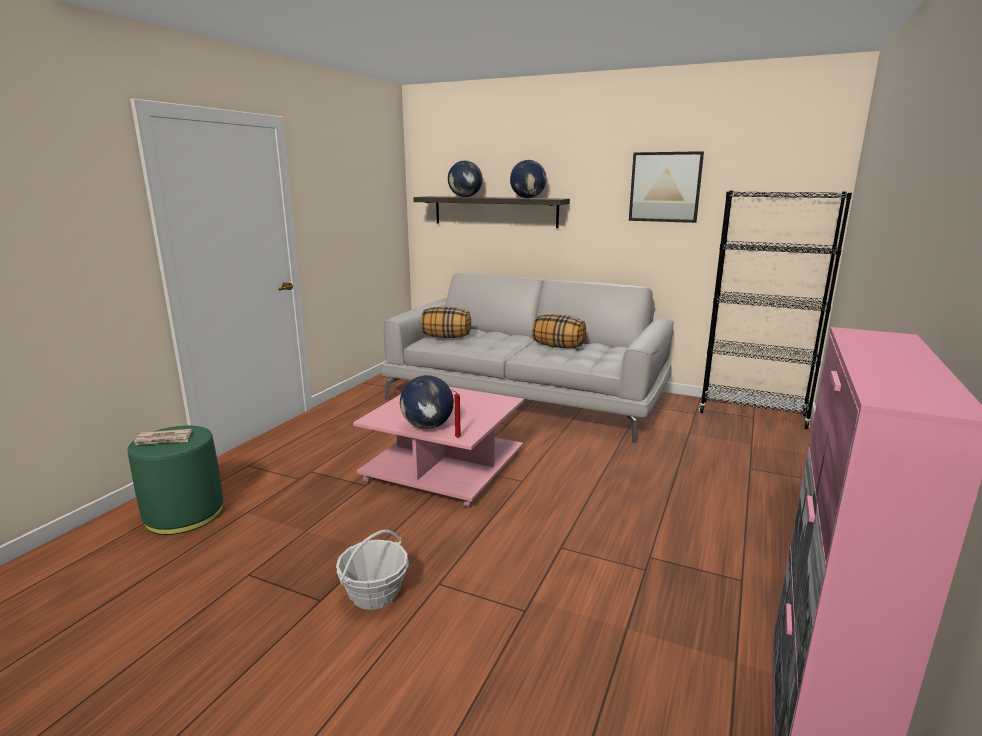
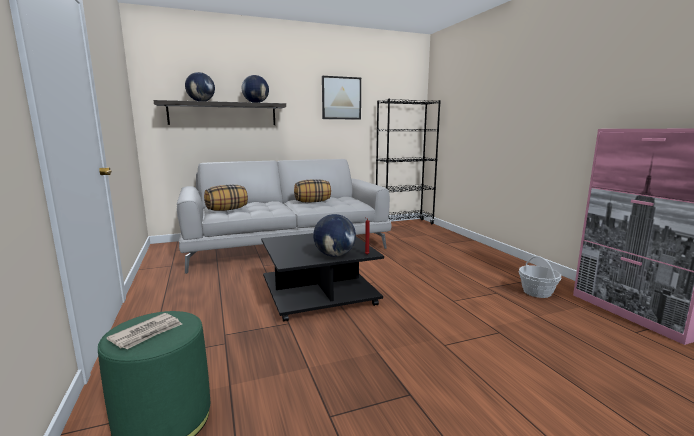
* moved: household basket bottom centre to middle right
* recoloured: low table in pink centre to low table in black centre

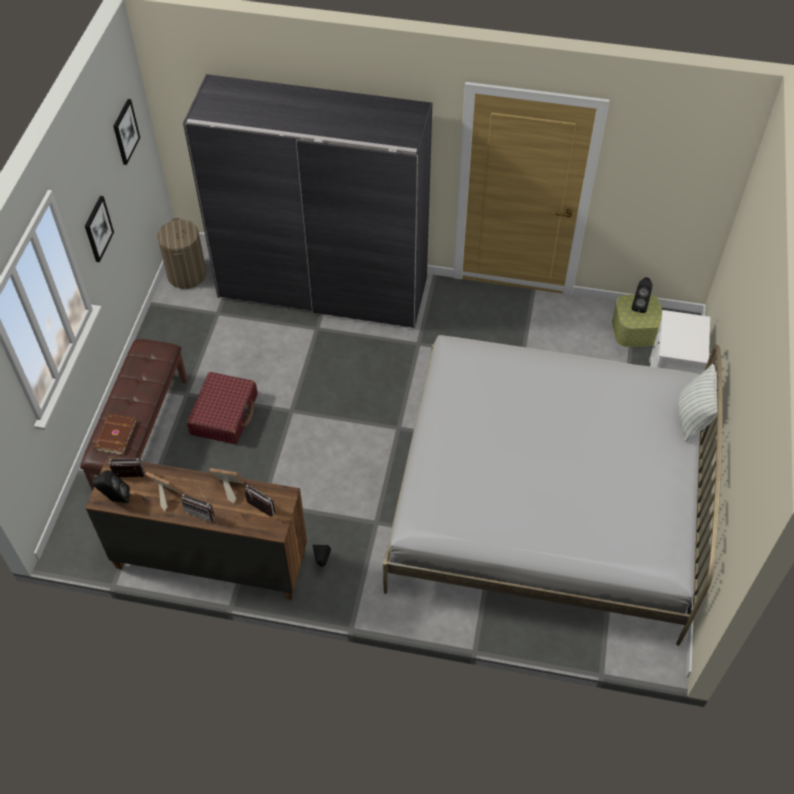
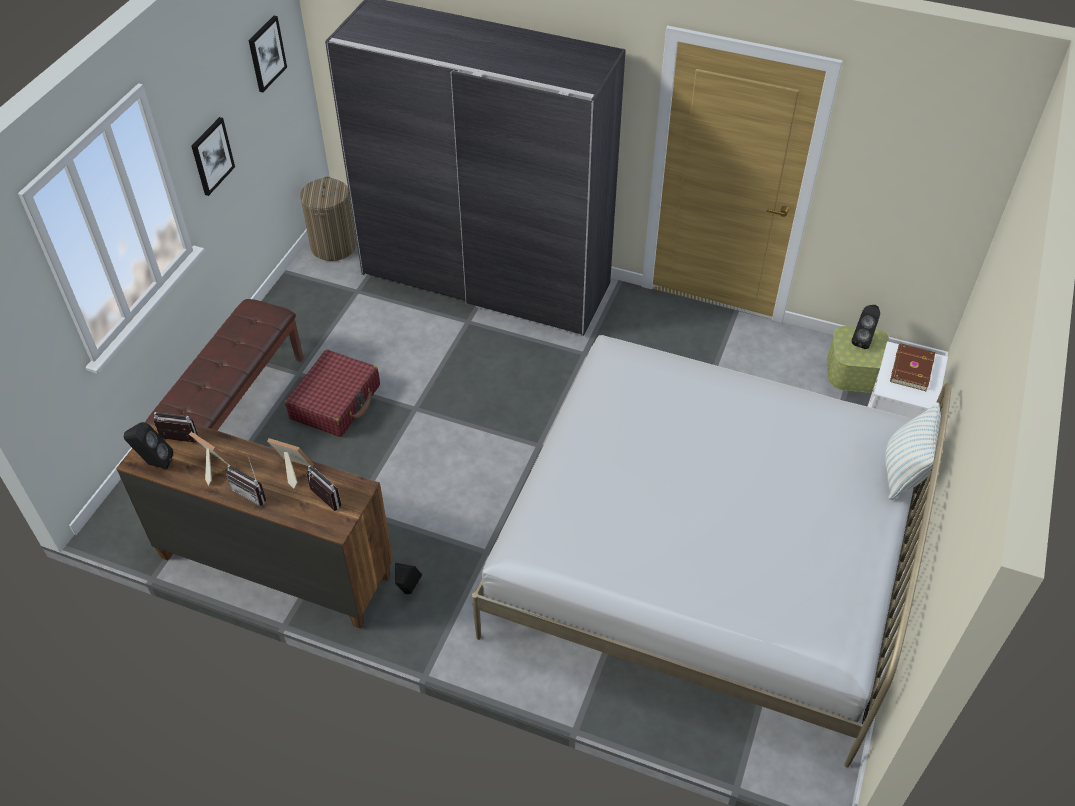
* moved: volume in brown middle left to middle right

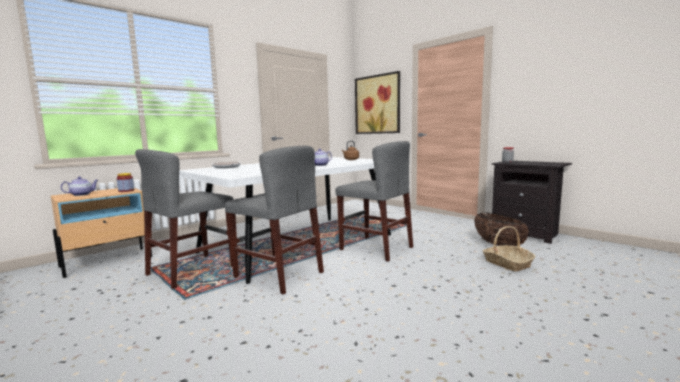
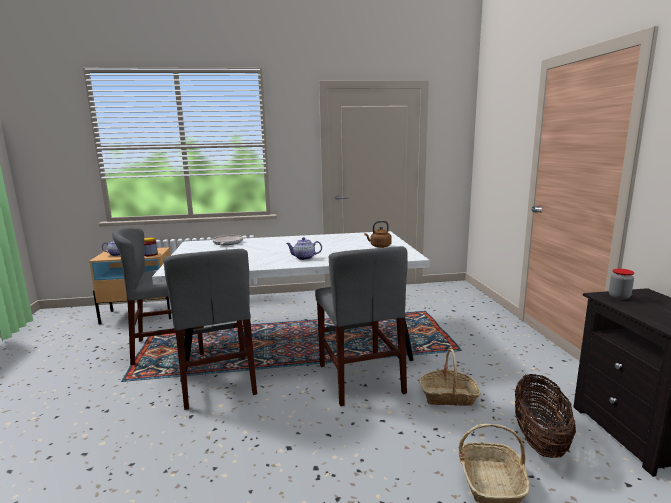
* removed: wall picture top centre
* added: household basket (1st from left) bottom right

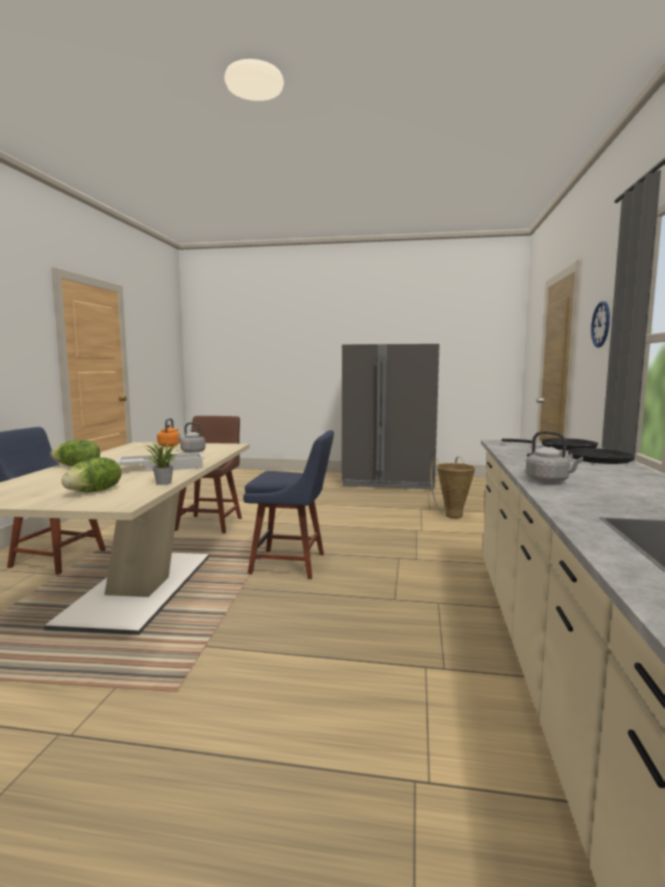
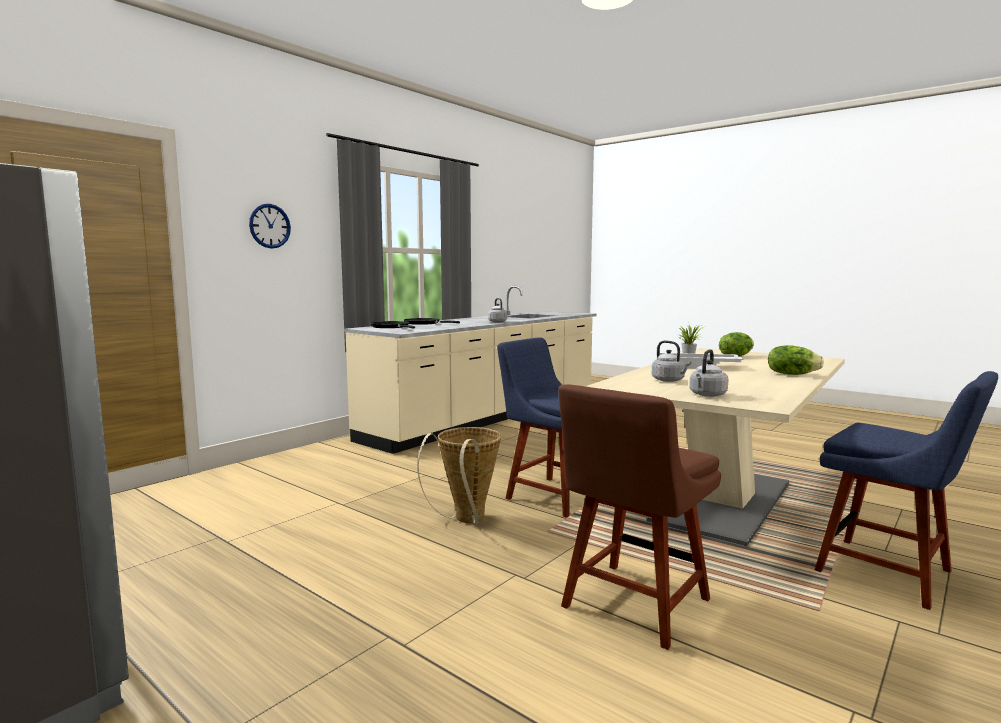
* recoloured: water kettle in orangey middle left to water kettle in greyish (3rd from left) middle right
* moved: household basket middle right to centre

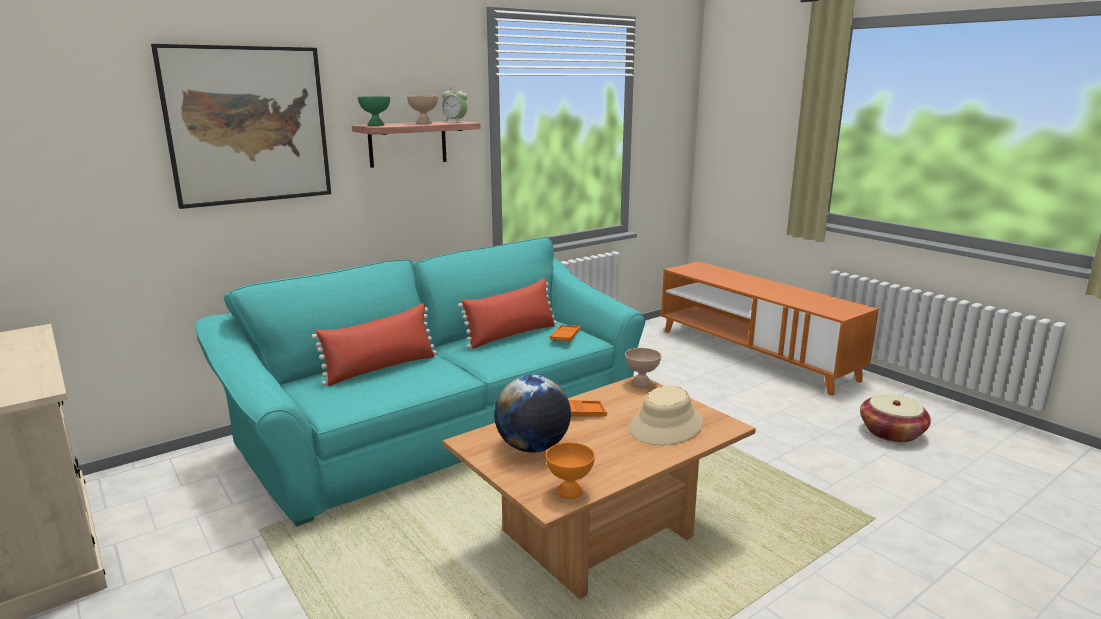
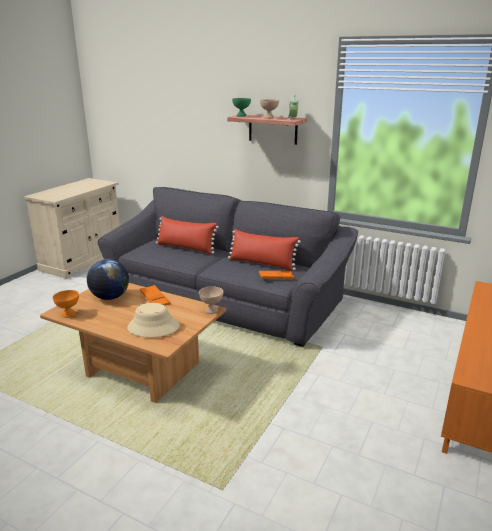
* removed: wall picture top left
* recoloured: sofa in blue-green centre to sofa in greyish centre
* removed: household basket bottom right

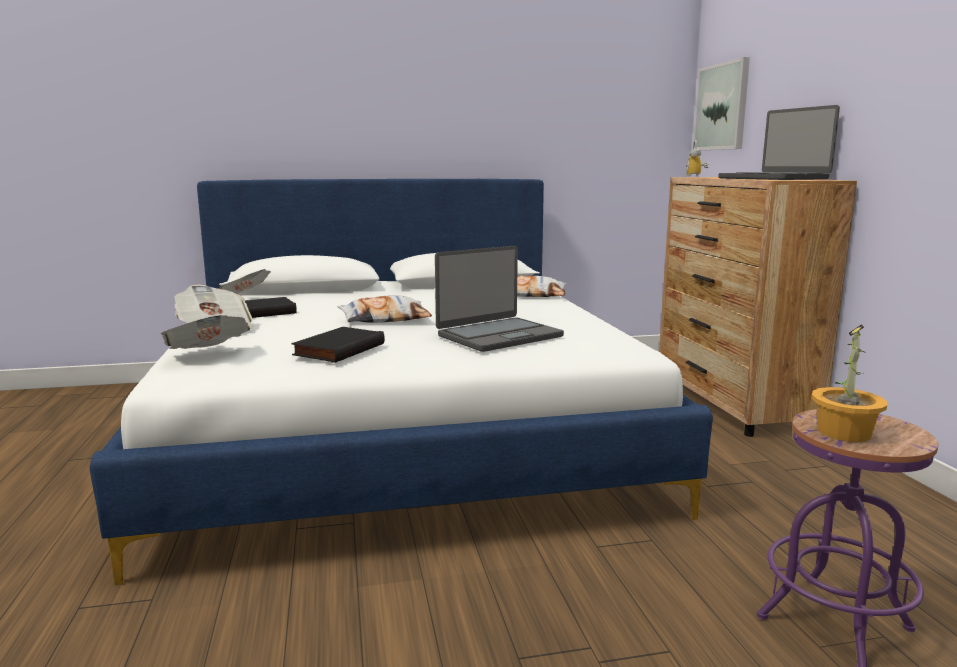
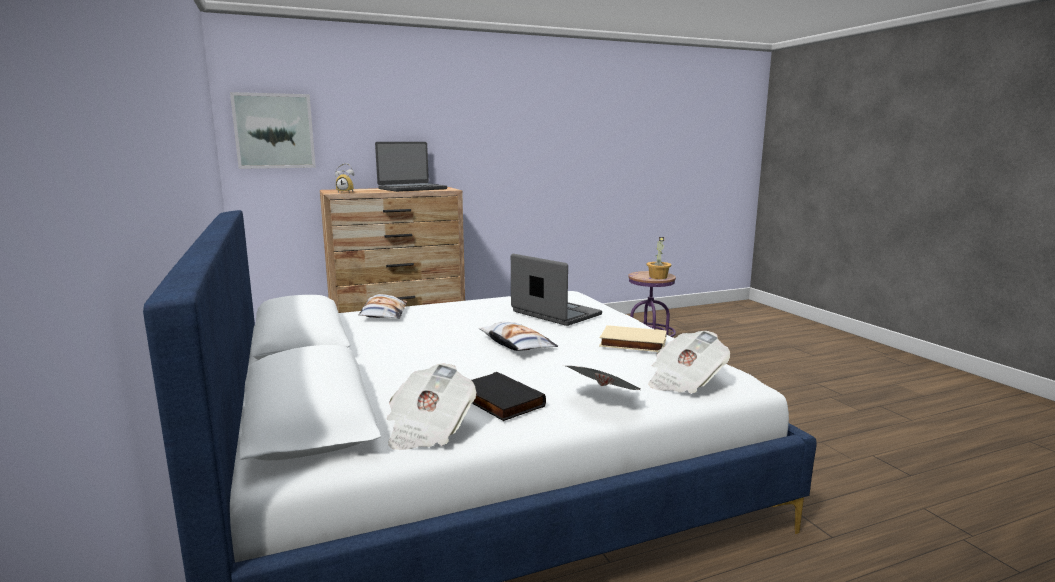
* recoloured: volume in black (2nd from left) centre to volume in beige centre

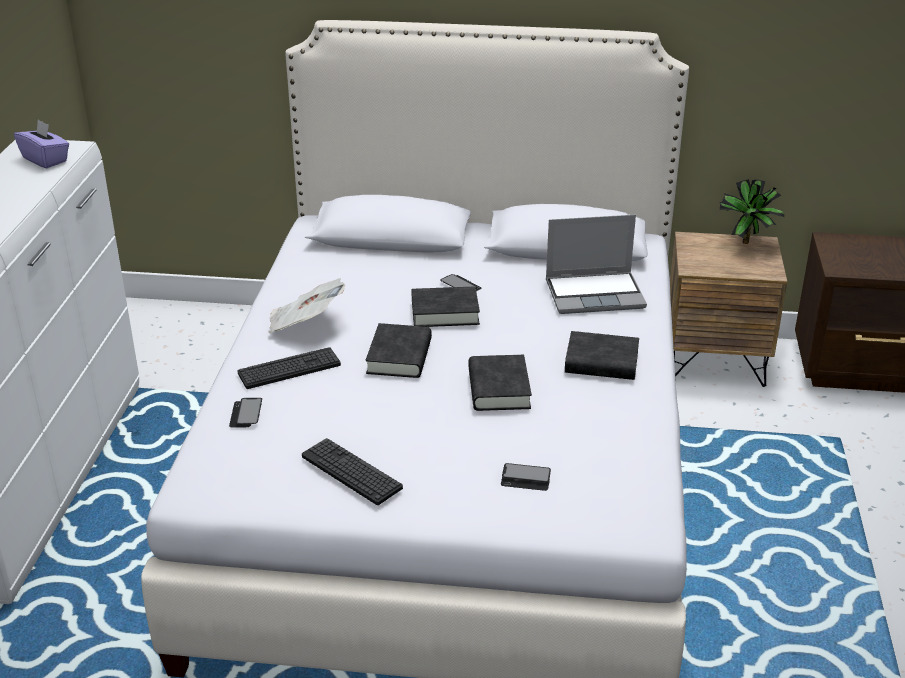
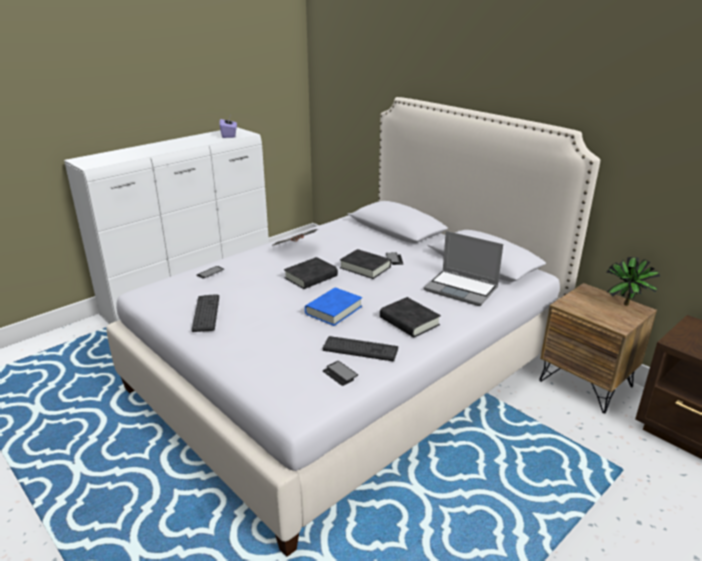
* moved: computer keyboard (1st from left in the first image) middle left to computer keyboard (2nd from left) centre
* recoloured: volume in black (3rd from left) centre to volume in blue-coloured centre
* moved: telephone (3rd from left in the first image) bottom centre to telephone (2nd from left) centre

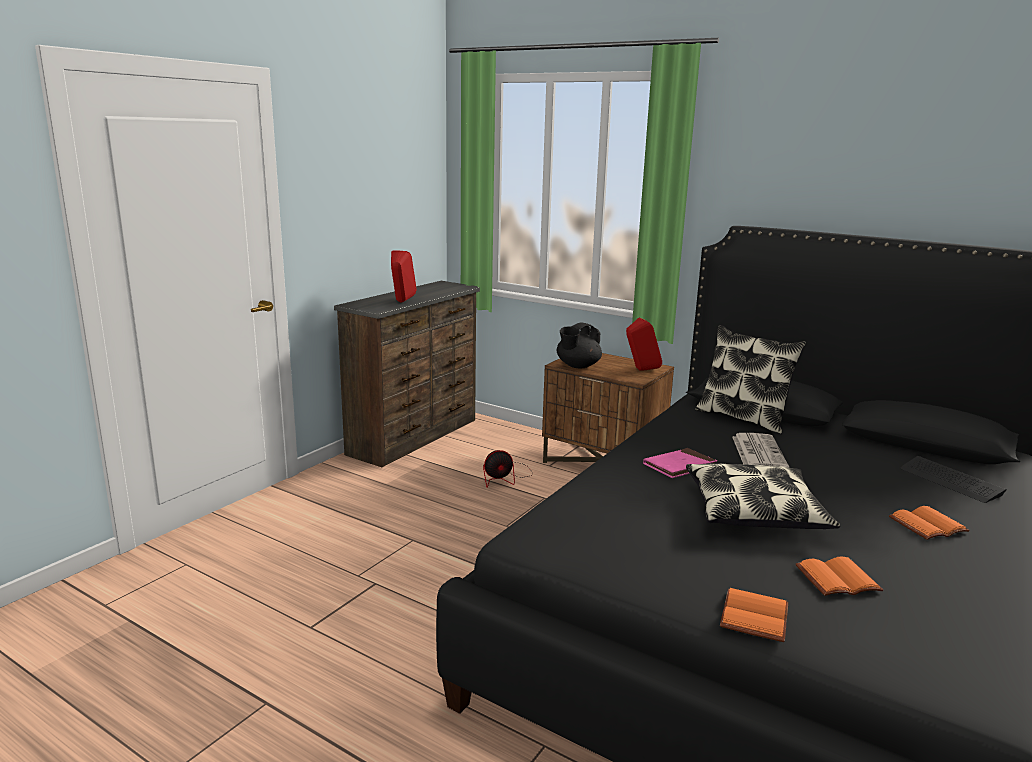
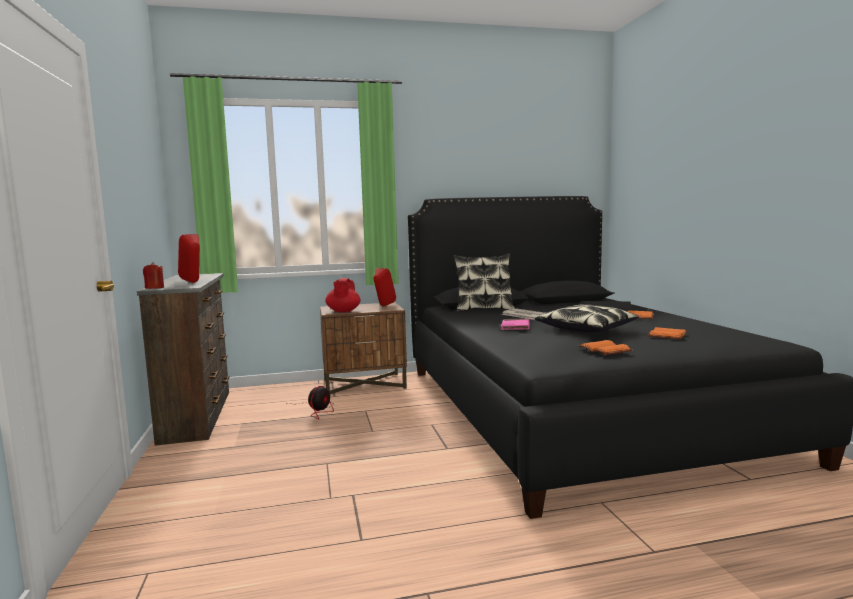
* recoloured: teapot in black centre to teapot in red centre
* moved: volume in orangey (1st from left) bottom right to middle right
* added: wax candle in red middle left

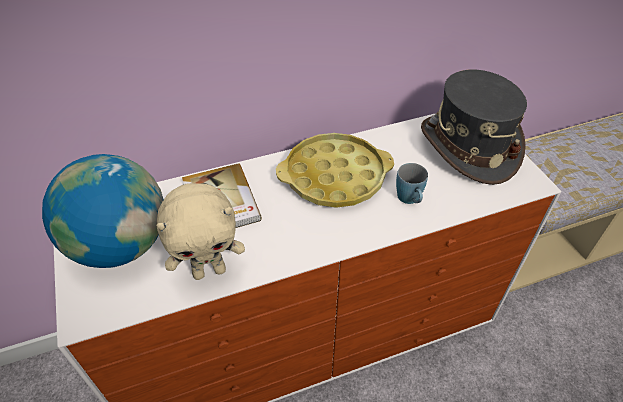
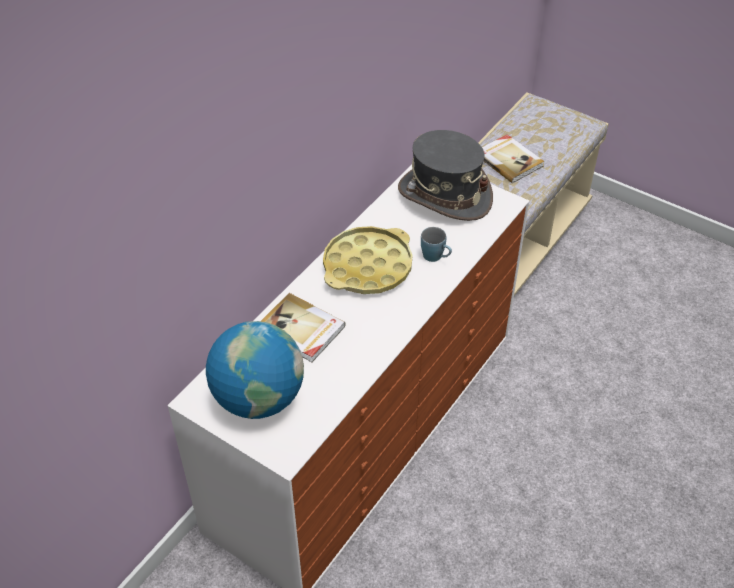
* removed: cuddly toy in beige middle left
* added: volume (2nd from left) top right

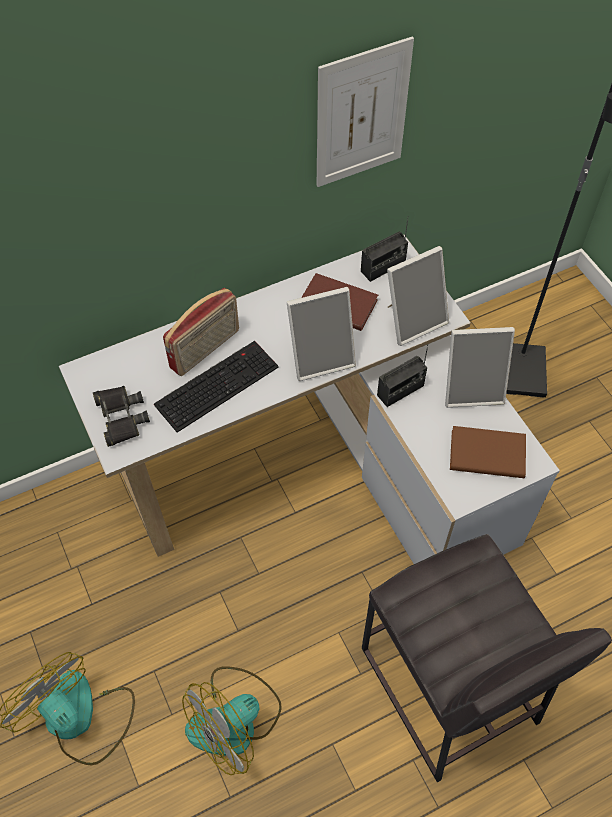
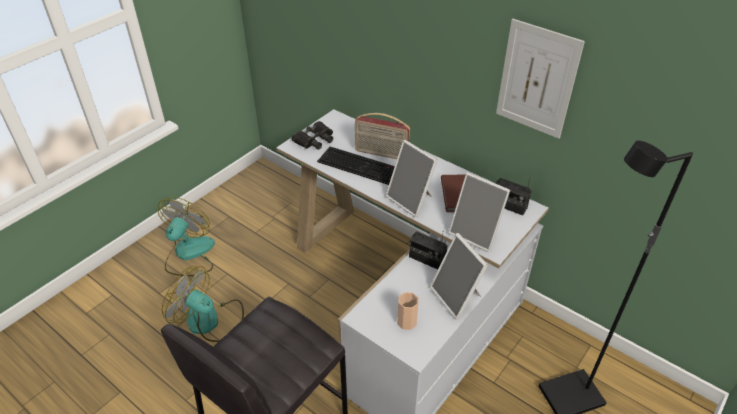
* replaced: volume in brown (2nd from left) middle right to drinking cup bottom centre

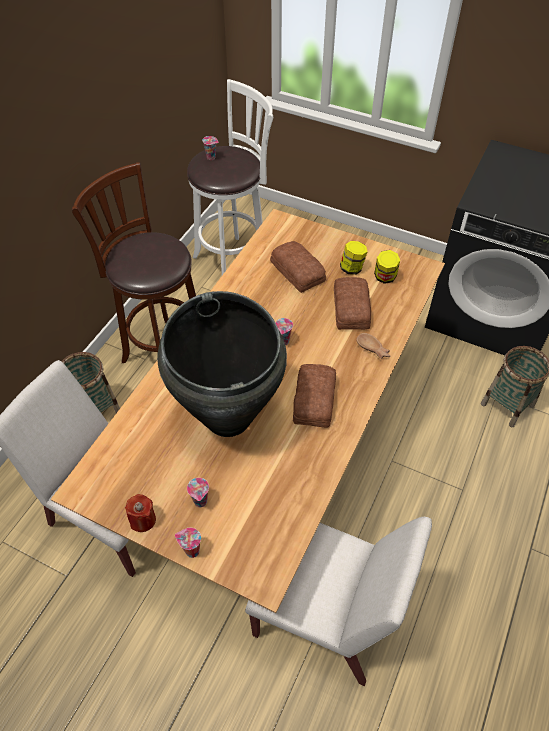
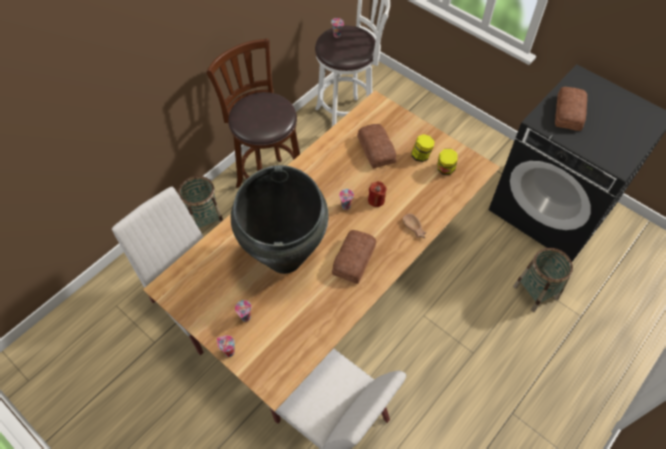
* moved: wax candle in red bottom left to centre
* moved: bread (3rd from left) centre to top right

